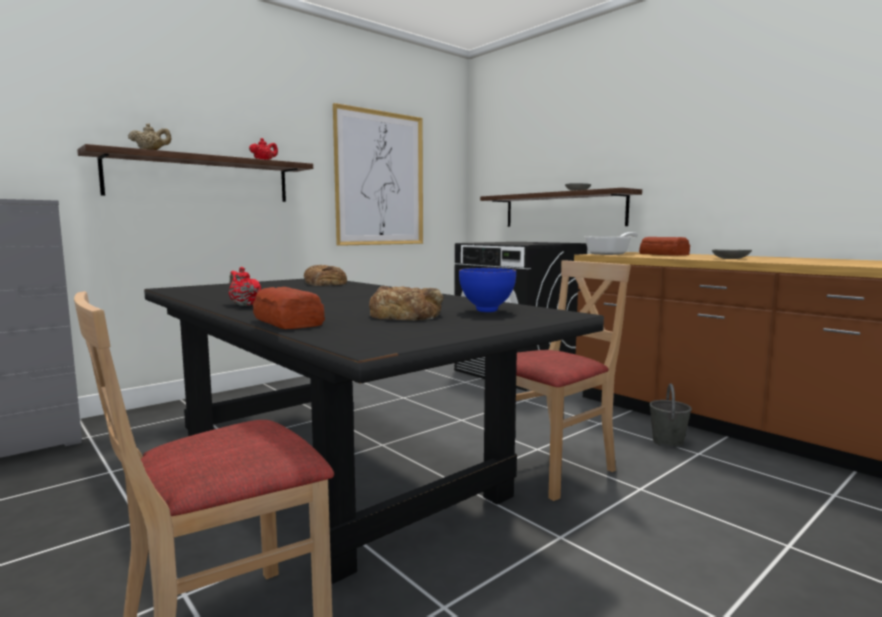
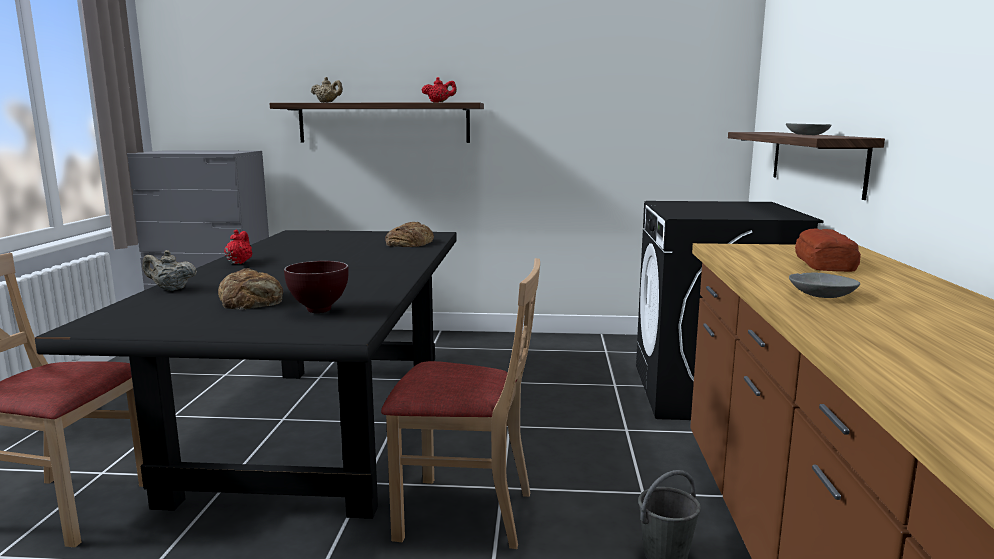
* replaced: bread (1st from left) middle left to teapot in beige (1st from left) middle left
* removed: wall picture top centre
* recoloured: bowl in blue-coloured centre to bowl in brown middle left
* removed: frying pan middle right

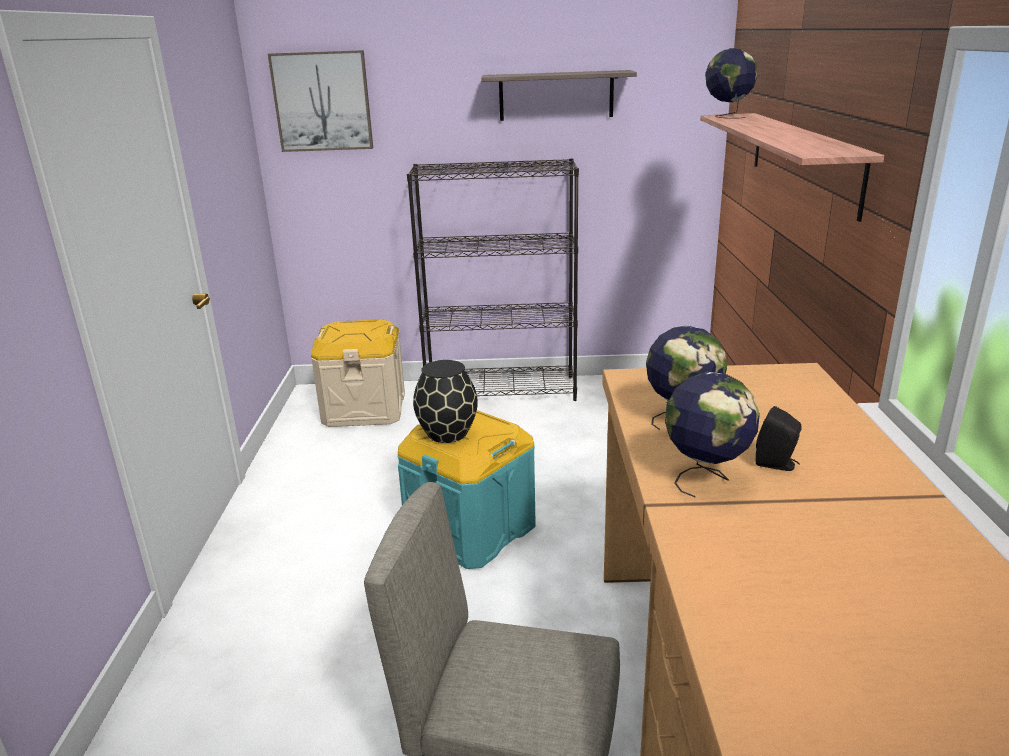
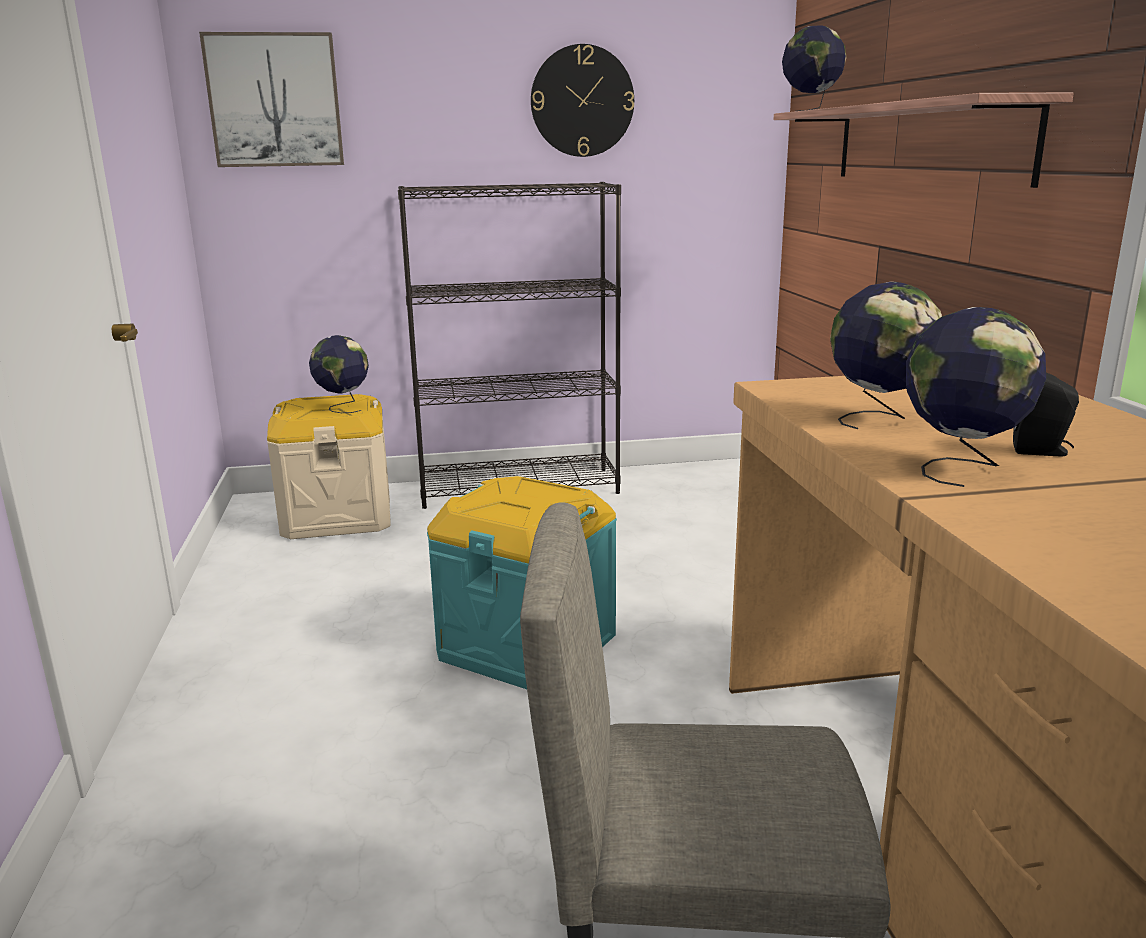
* removed: decorative vase in black centre
* replaced: shelf (1st from left) top centre to hanging clock top centre
* added: world globe (1st from left) middle left

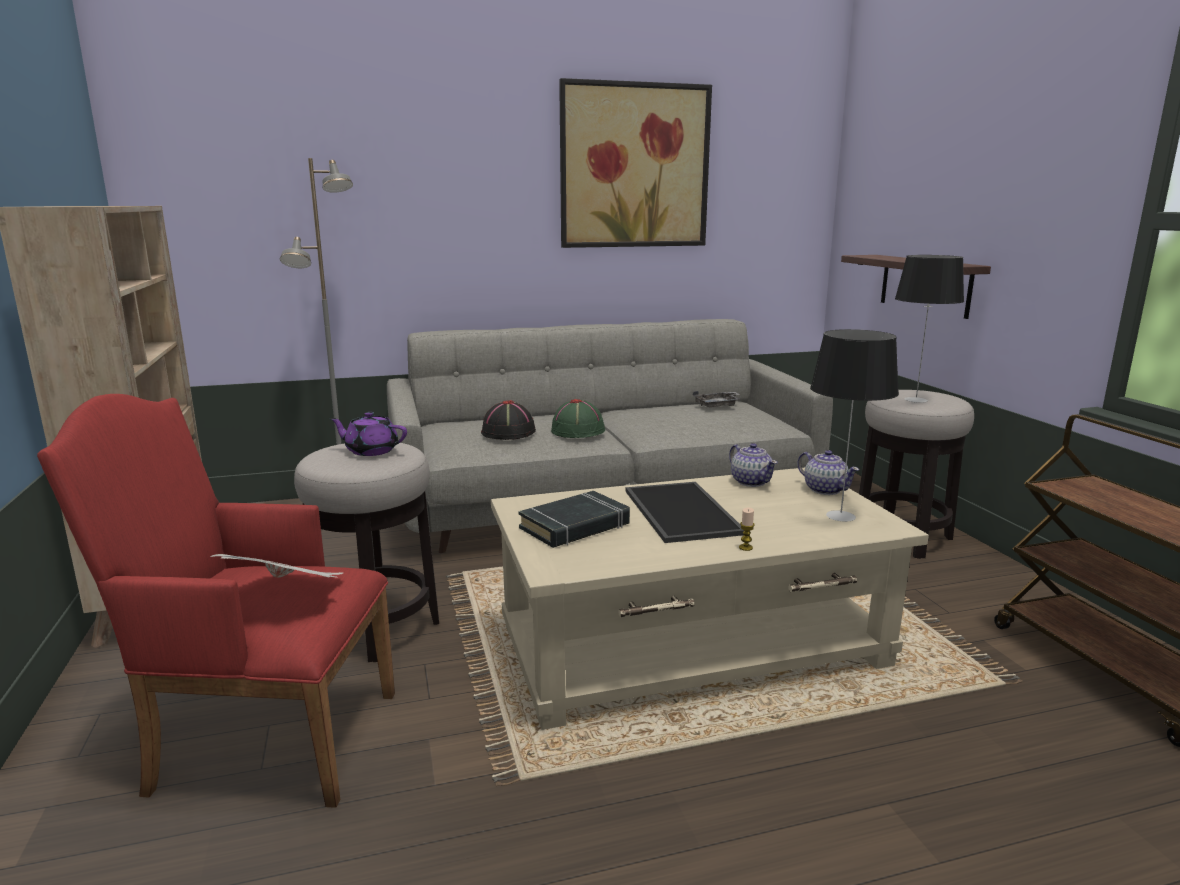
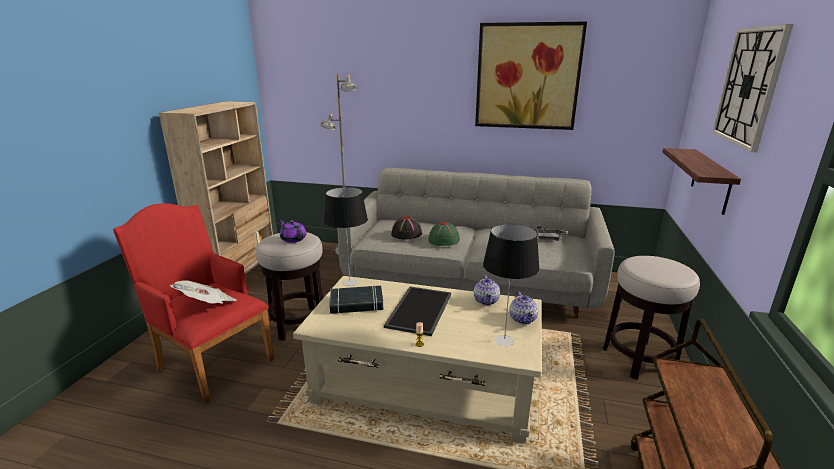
* moved: tabletop lamp (2nd from left in the first image) middle right to tabletop lamp (1st from left) centre
* added: hanging clock top right

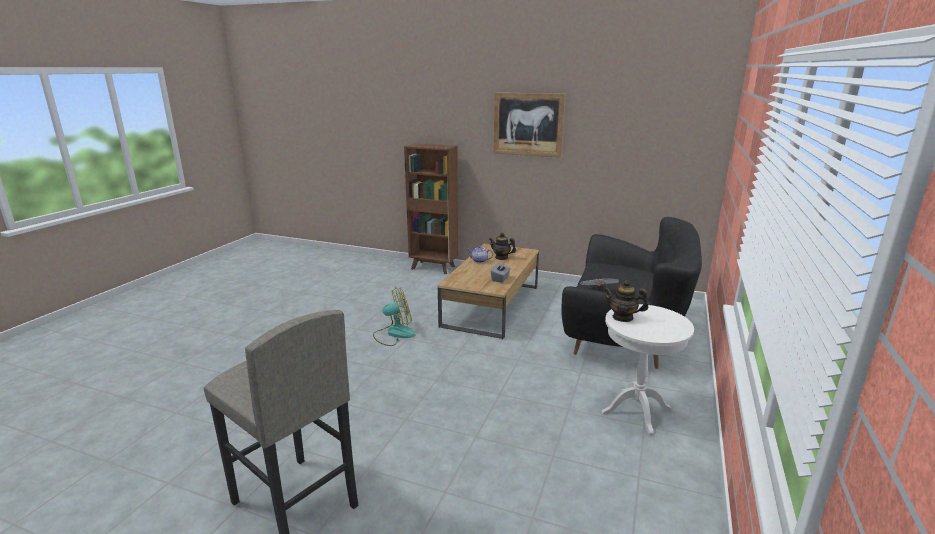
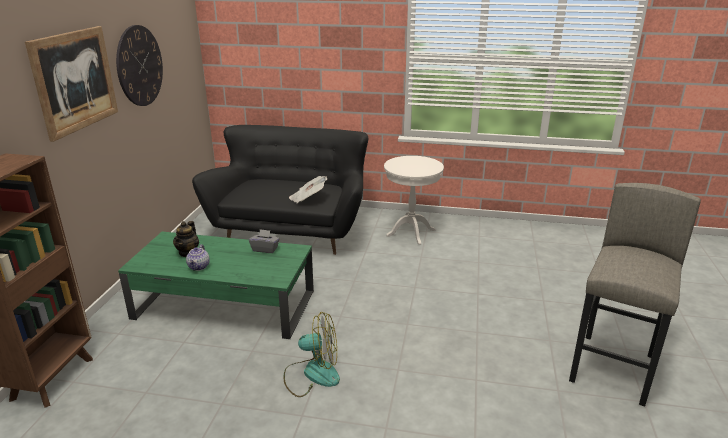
* turned: cooling fan centre = bottom centre 120 degrees clockwise
* recoloured: low table in brown centre to low table in greenish middle left
* removed: teapot (3rd from left) middle right
* added: hanging clock top left

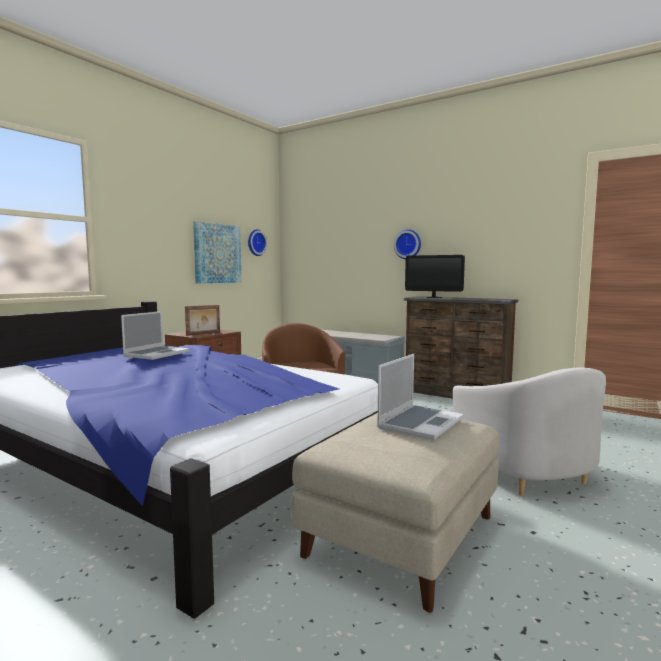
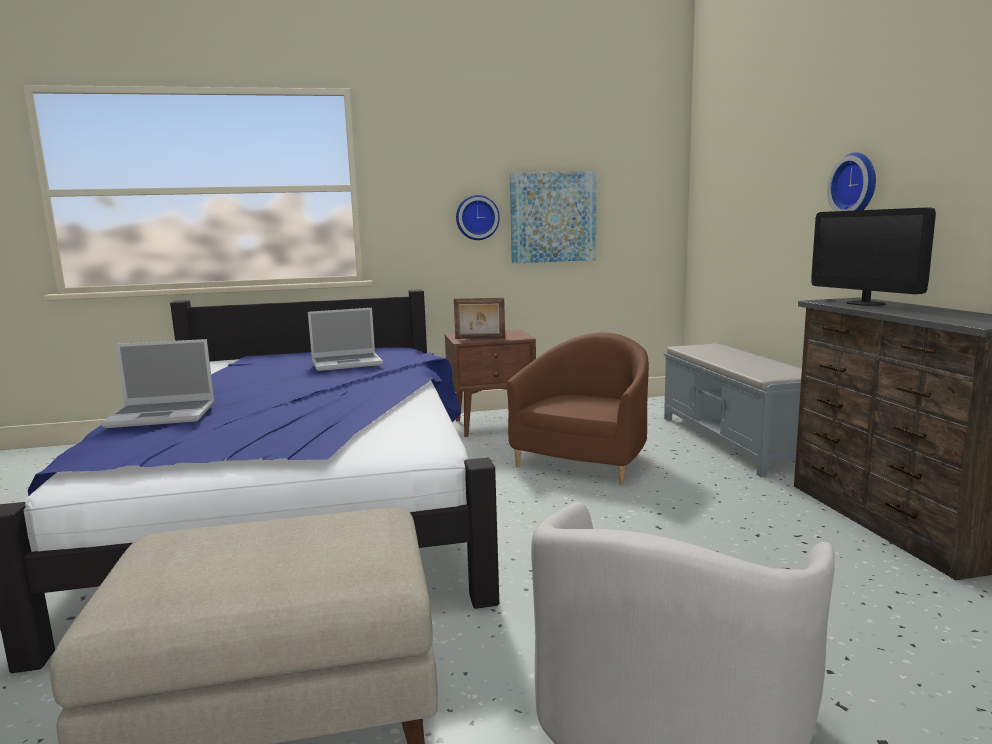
* moved: hanging clock (1st from left) centre to top centre
* moved: laptop (2nd from left in the first image) centre to laptop (1st from left) middle left

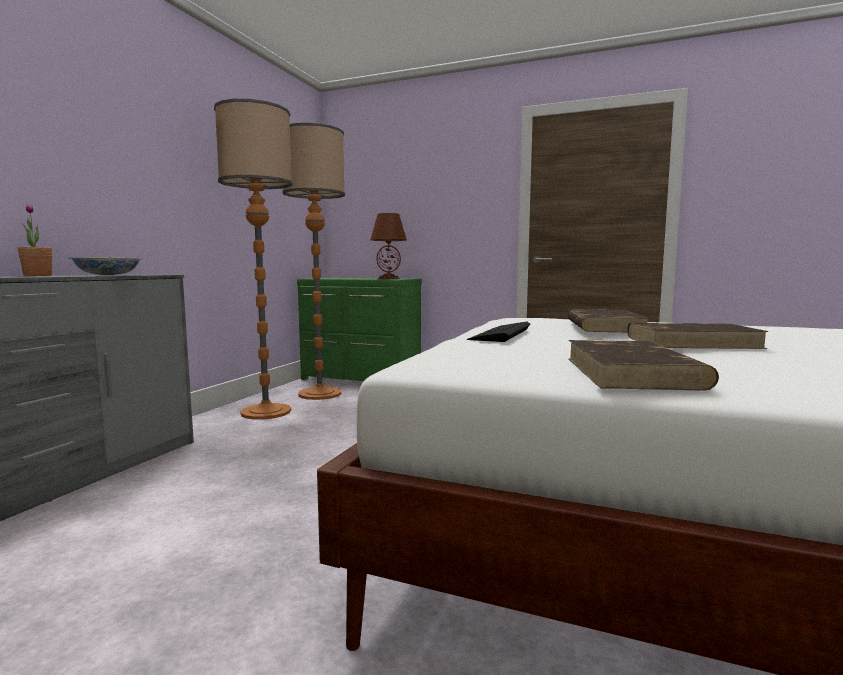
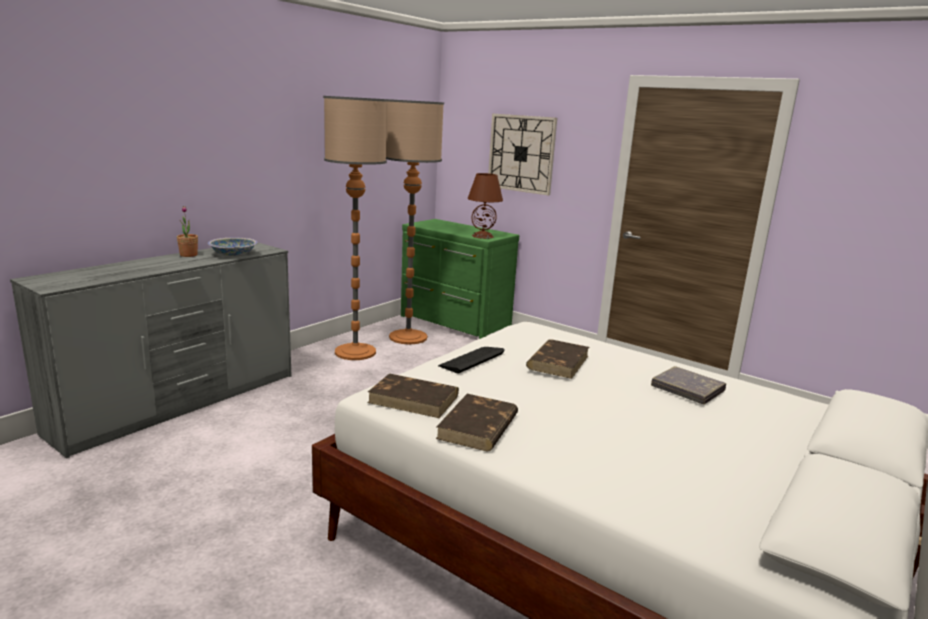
* moved: volume in brown (3rd from left in the first image) middle right to volume in brown (1st from left) centre
* added: hanging clock top centre
* added: volume in greyish middle right

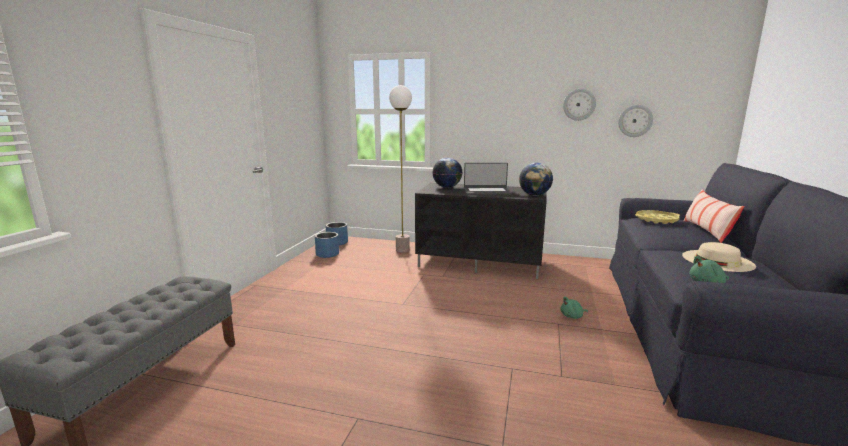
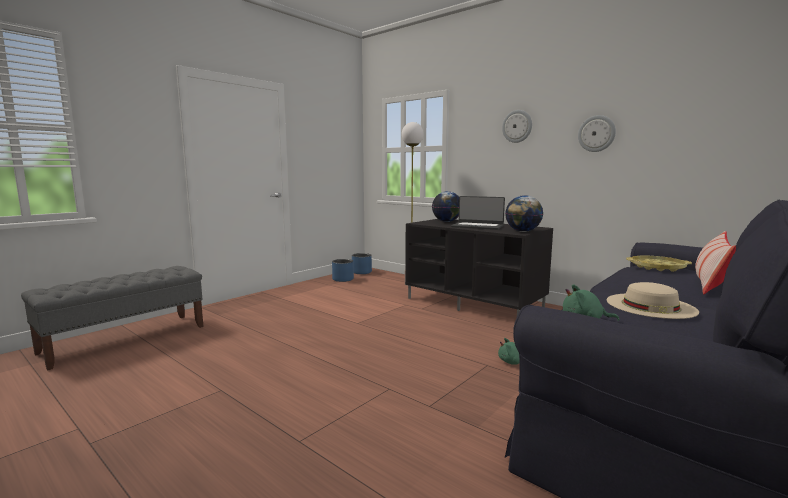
* moved: hanging clock (2nd from left in the first image) top right to hanging clock (1st from left) top centre

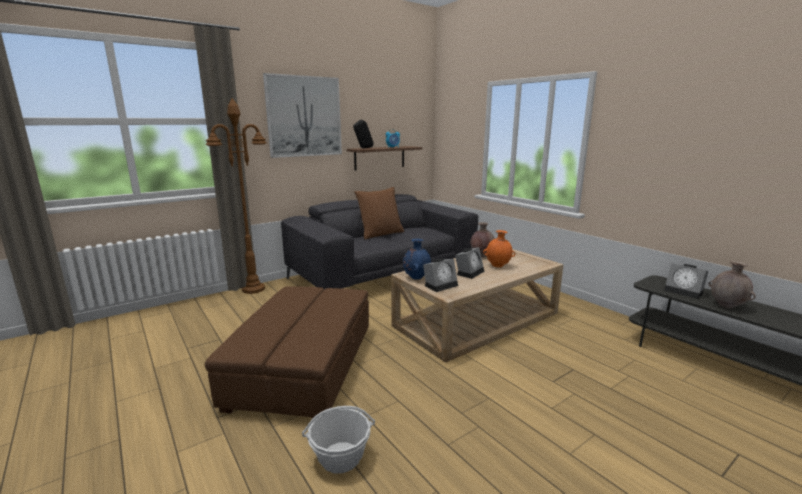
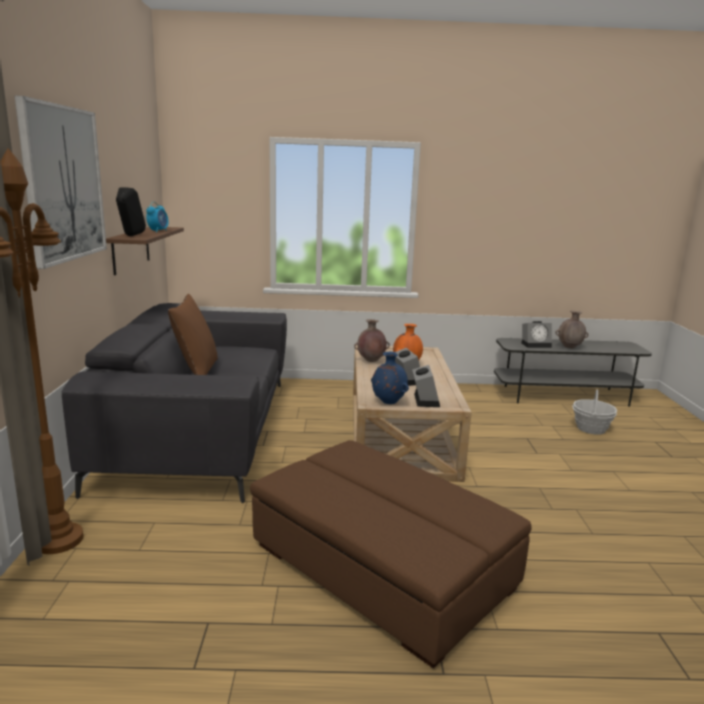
* moved: household basket bottom centre to middle right

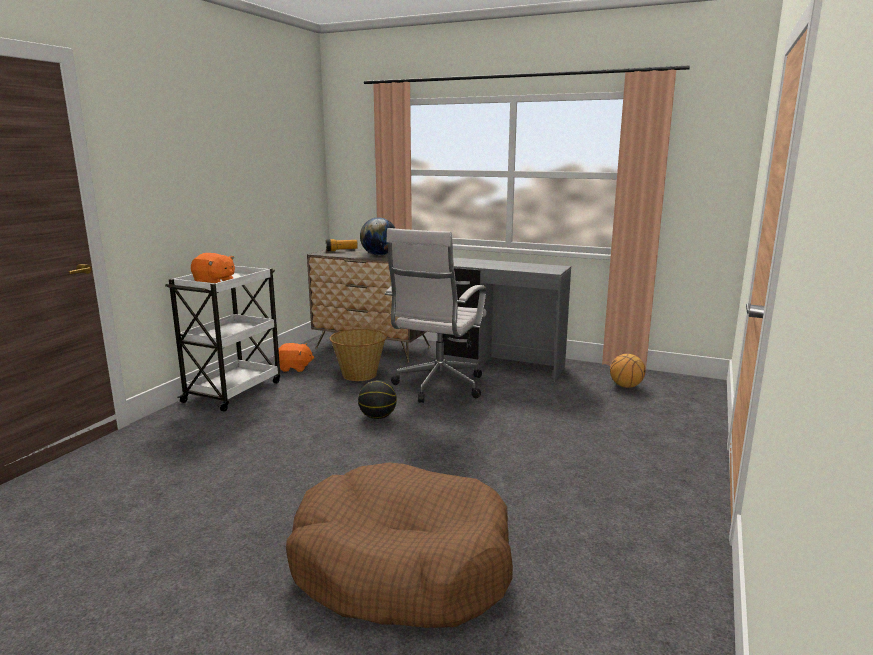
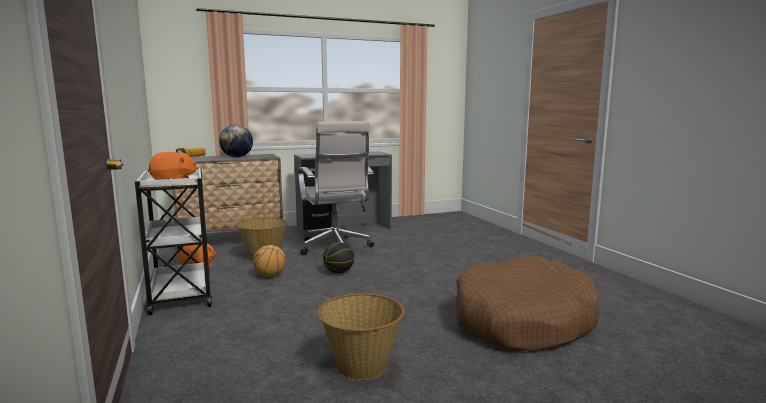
* moved: basketball (2nd from left in the first image) middle right to basketball (1st from left) centre
* added: household basket (2nd from left) bottom centre

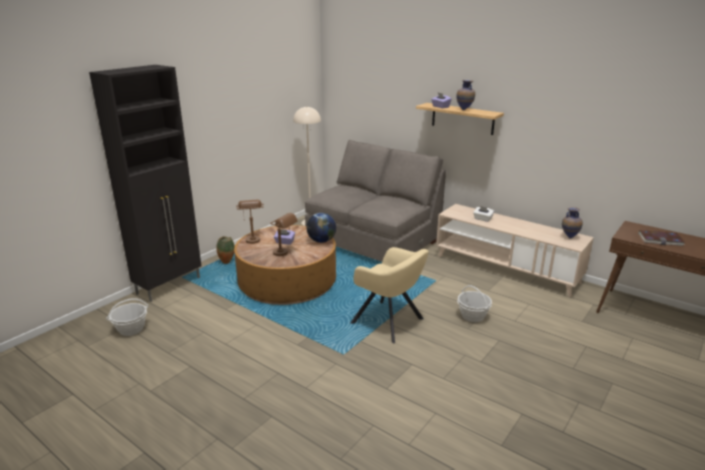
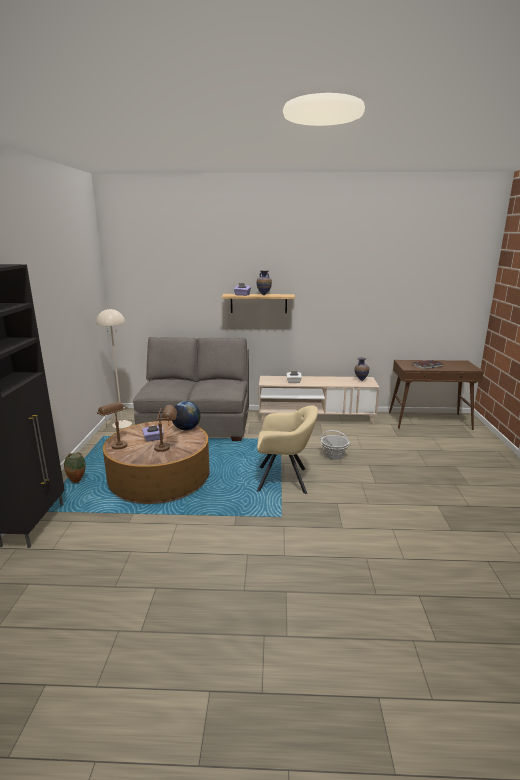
* removed: household basket (1st from left) bottom left

